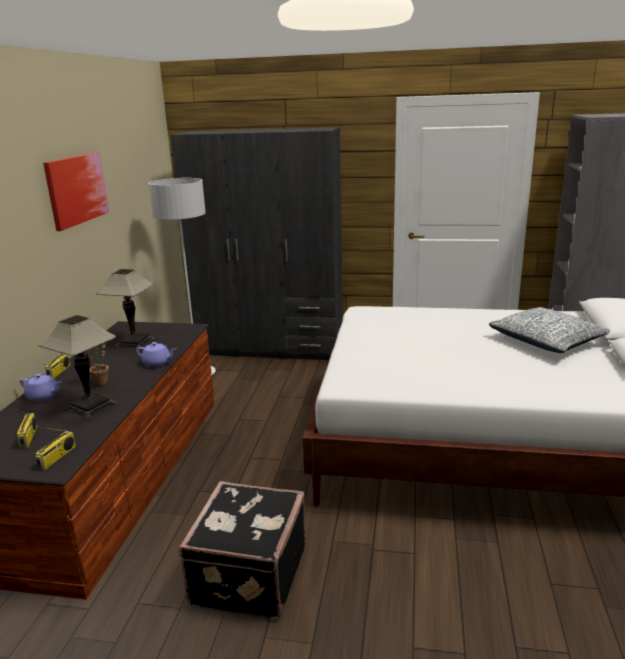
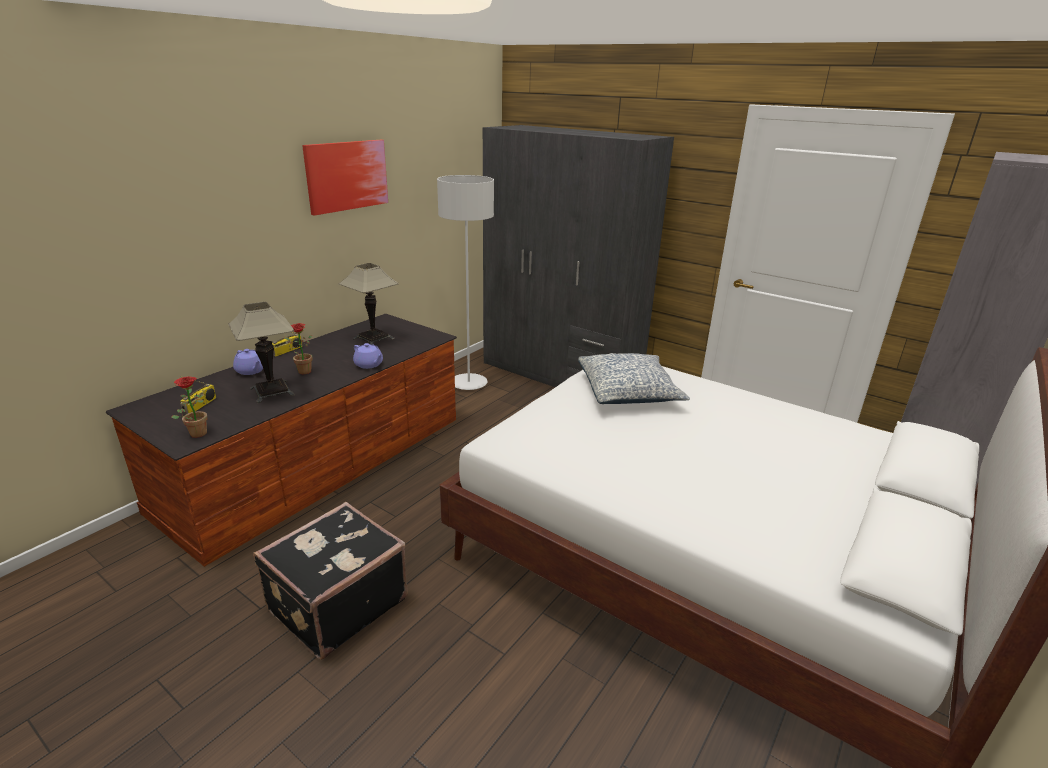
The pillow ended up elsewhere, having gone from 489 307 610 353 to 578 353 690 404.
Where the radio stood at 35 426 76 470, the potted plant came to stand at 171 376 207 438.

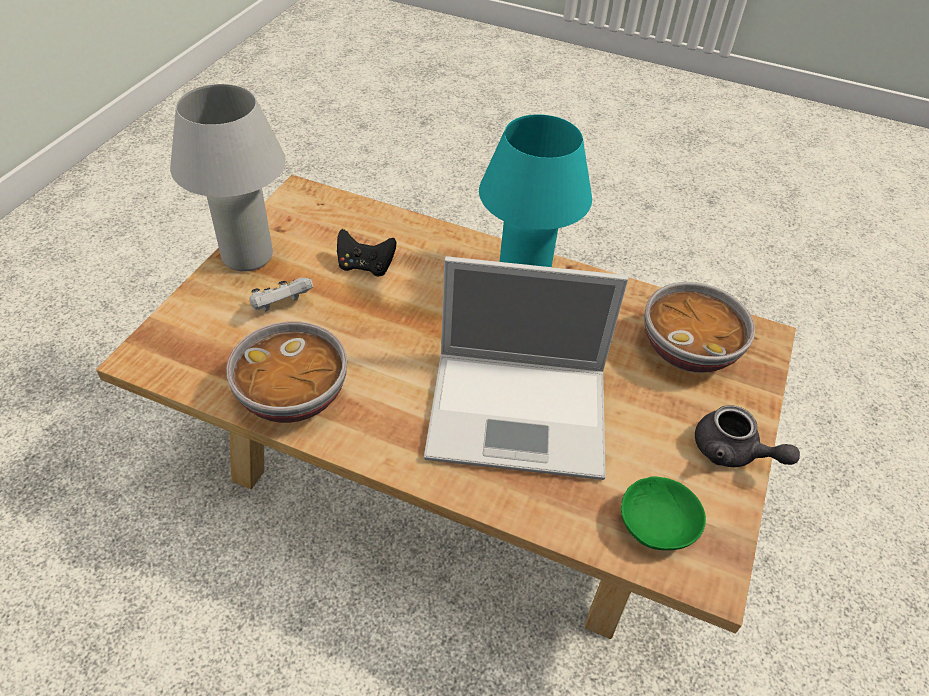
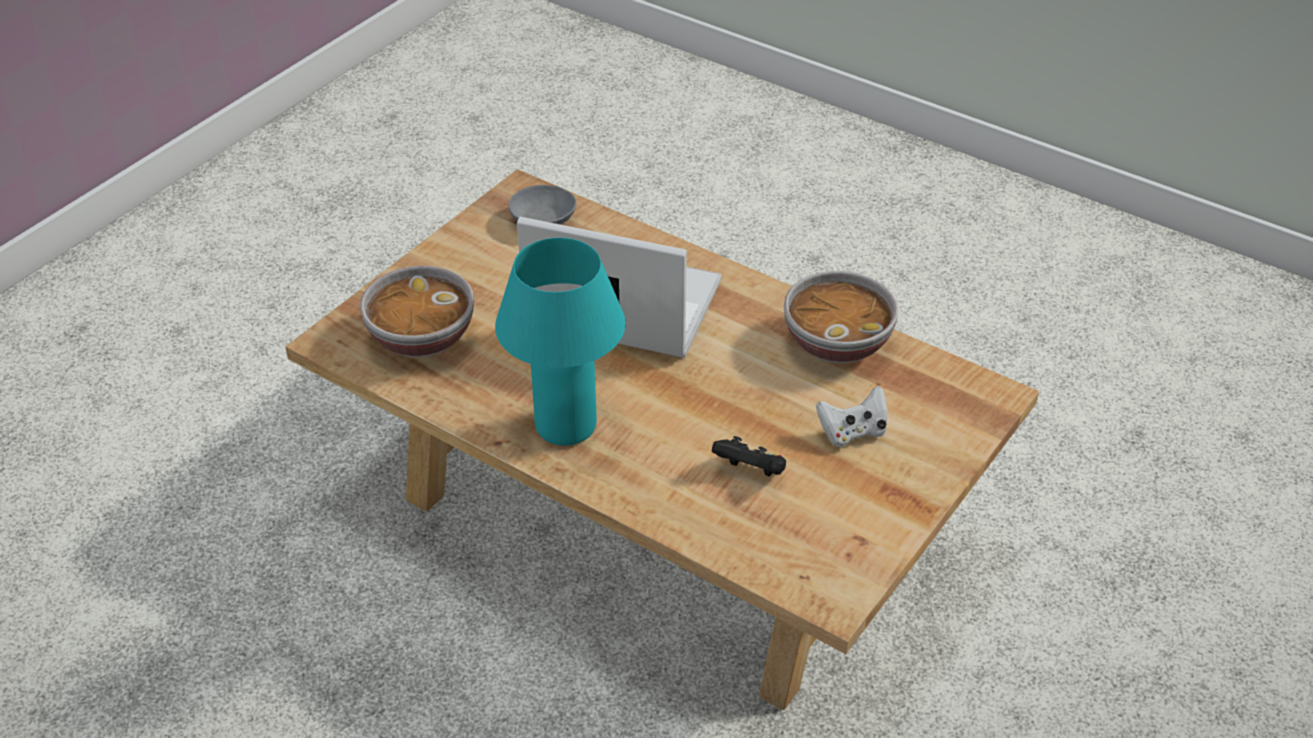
The second view lost the white table lamp at 170 84 286 271.
The second view lost the grey teapot at 695 405 800 467.
What was the green bowl at 621 476 706 550 turned into the grey bowl at 509 185 576 225.

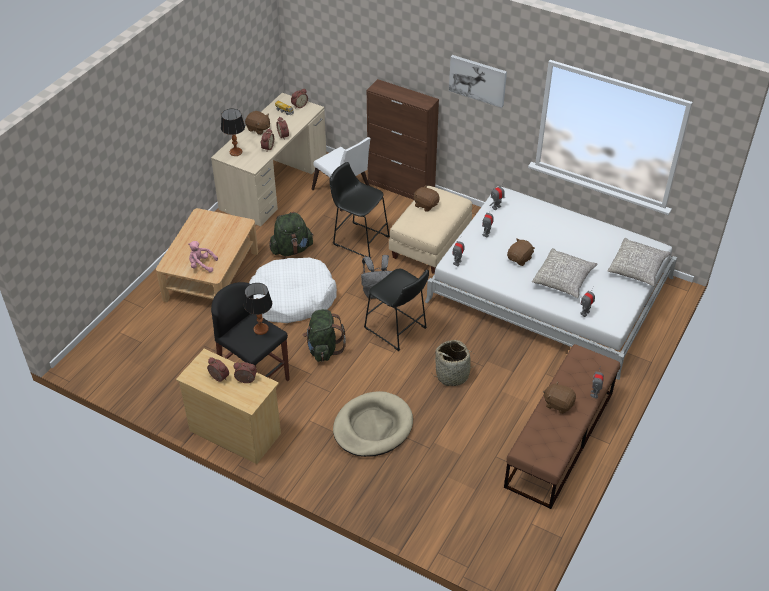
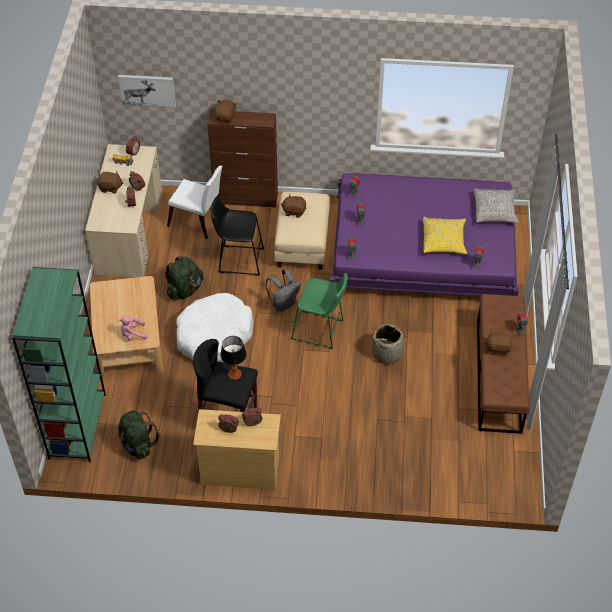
The picture ended up elsewhere, having gone from 449 55 507 108 to 118 75 176 108.
The second view lost the table lamp at 221 109 245 156.
What was the white bed at 425 186 677 380 turned into the purple bed at 330 173 519 296.
The brown plush toy ended up elsewhere, having gone from 507 238 535 266 to 215 100 237 122.
What was the grey pillow at 532 248 598 298 turned into the yellow pillow at 423 217 467 254.
What was the black stool at 364 269 429 351 turned into the green stool at 291 273 348 349.
The green backpack ended up elsewhere, having gone from 303 309 346 362 to 118 411 159 460.
The second view lost the beige dog bed at 333 391 413 457.
The second view gained the green bookcase at 12 267 106 463.

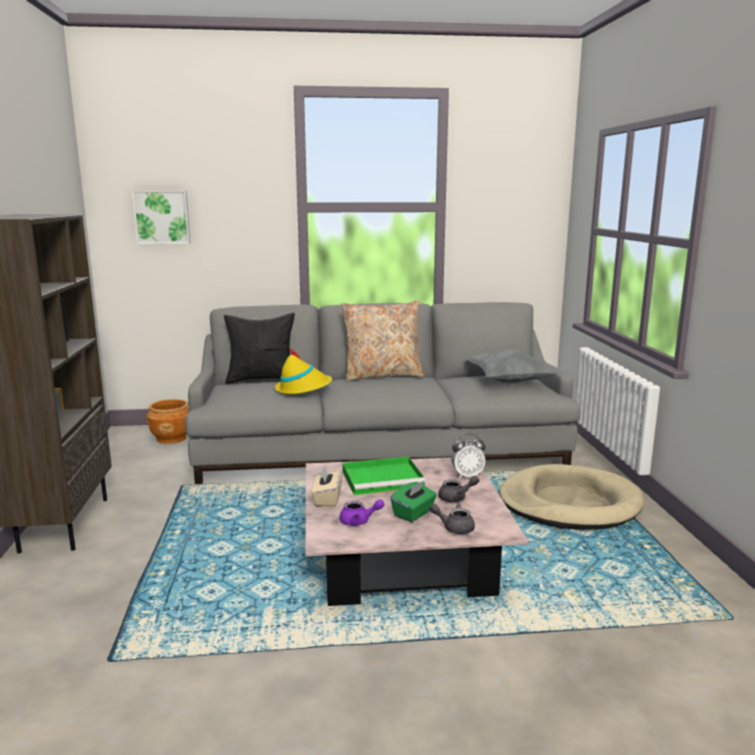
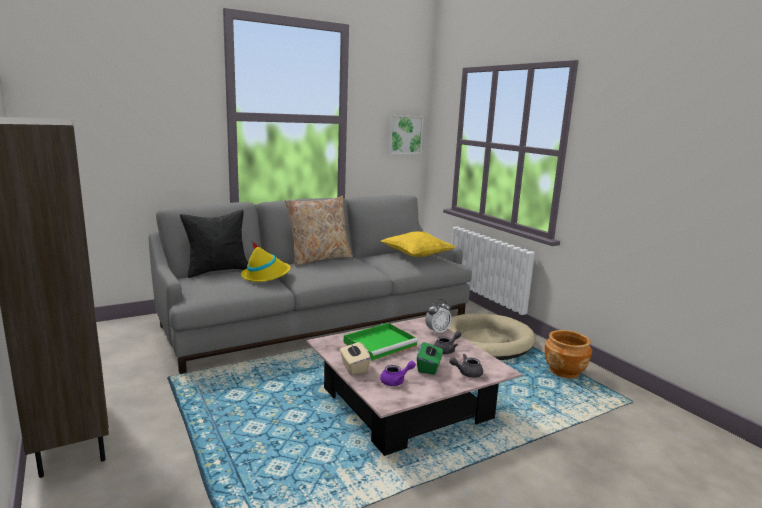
The picture ended up elsewhere, having gone from 132 190 191 244 to 388 115 424 154.
What was the grey pillow at 465 349 557 383 turned into the yellow pillow at 381 231 455 257.
The brown planter ended up elsewhere, having gone from 146 399 189 444 to 545 330 592 378.

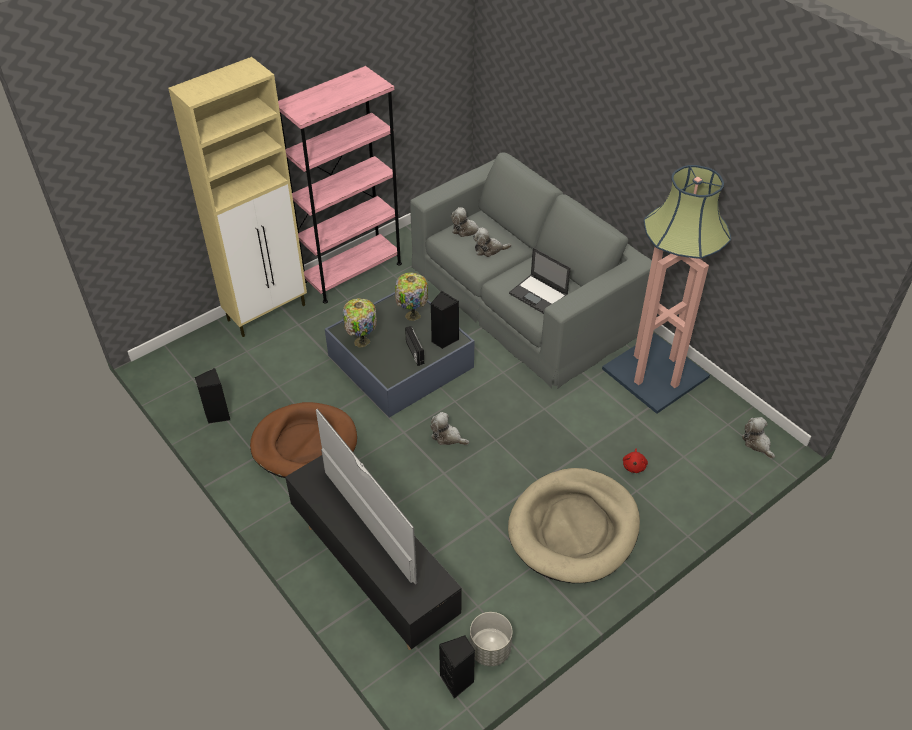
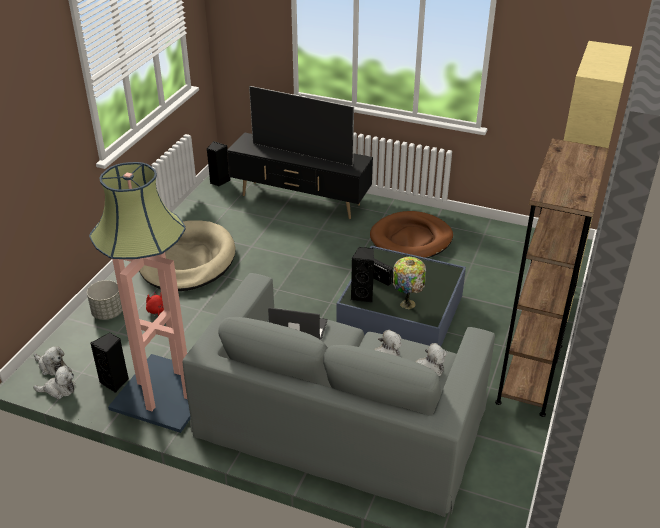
What was the pink bookcase at 278 66 402 304 turned into the brown bookcase at 495 139 609 417.
The second view lost the table lamp at 343 298 377 347.
The black speaker ended up elsewhere, having gone from 195 368 230 424 to 90 333 129 393.
The plush toy ended up elsewhere, having gone from 430 412 469 445 to 33 366 75 399.
The grey planter ended up elsewhere, having gone from 470 612 513 666 to 87 280 122 320.

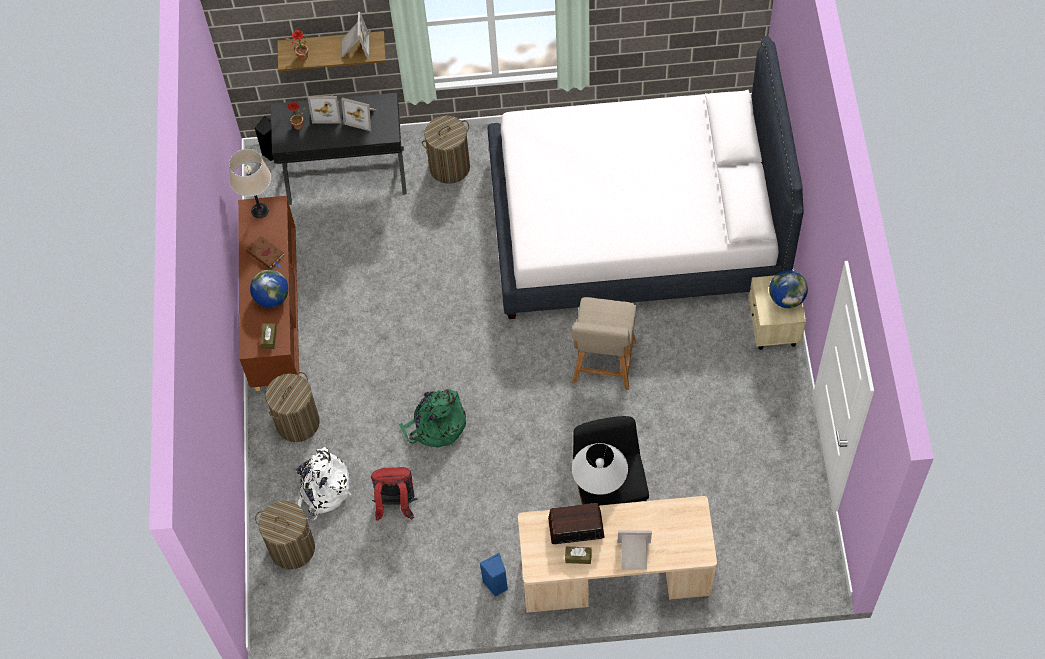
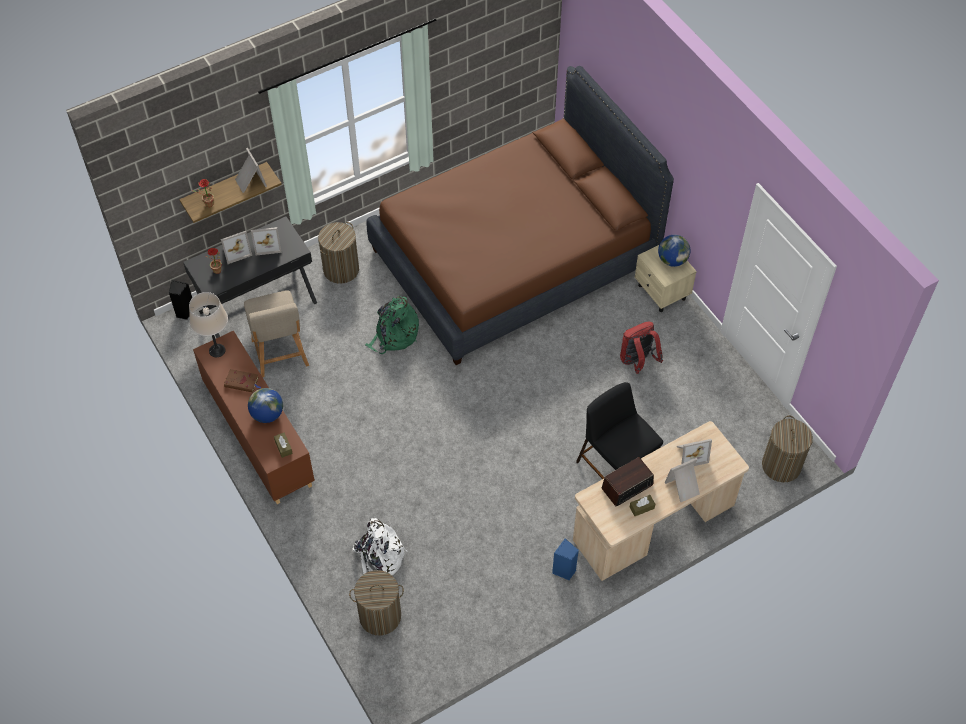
What was the white bed at 487 36 804 319 turned into the brown bed at 366 66 674 365.
The beige chair ended up elsewhere, having gone from 572 297 636 390 to 244 290 309 377.
The laundry basket ended up elsewhere, having gone from 265 372 320 442 to 762 415 813 482.
The green backpack ended up elsewhere, having gone from 399 389 466 448 to 365 296 419 354.
The second view lost the white table lamp at 572 443 628 495.
The red backpack ended up elsewhere, having gone from 371 467 417 521 to 620 322 663 374.
The second view gained the picture frame at 677 439 712 466.

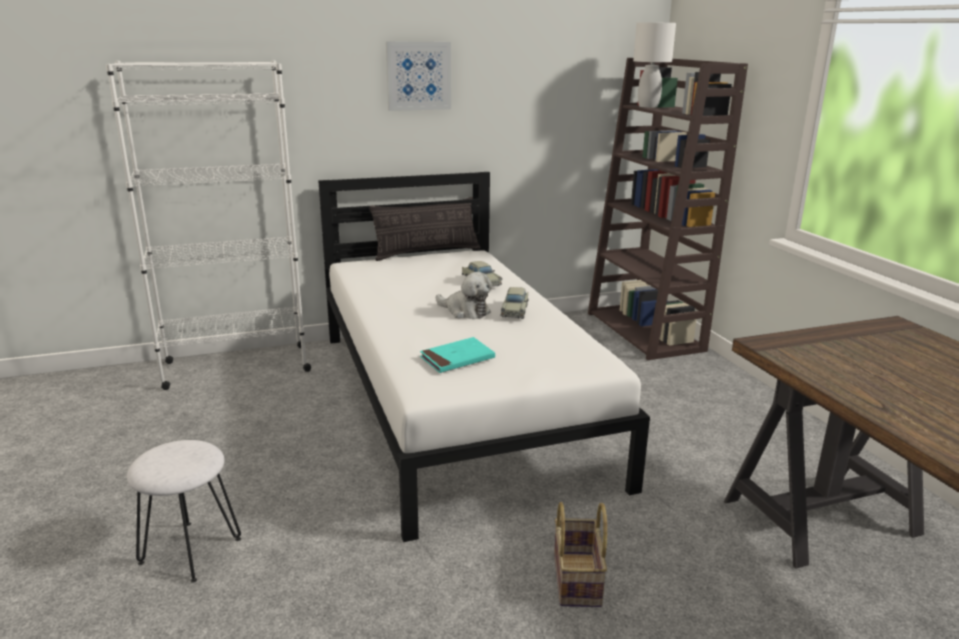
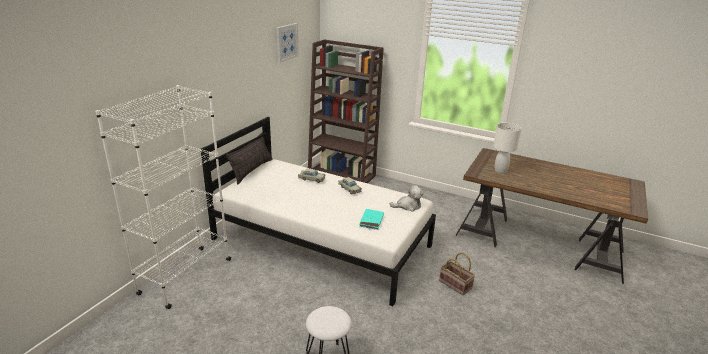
The white table lamp ended up elsewhere, having gone from 633 22 676 108 to 493 123 521 174.
The picture ended up elsewhere, having gone from 386 41 451 111 to 277 23 299 63.
The plush toy ended up elsewhere, having gone from 436 272 492 319 to 390 185 424 212.

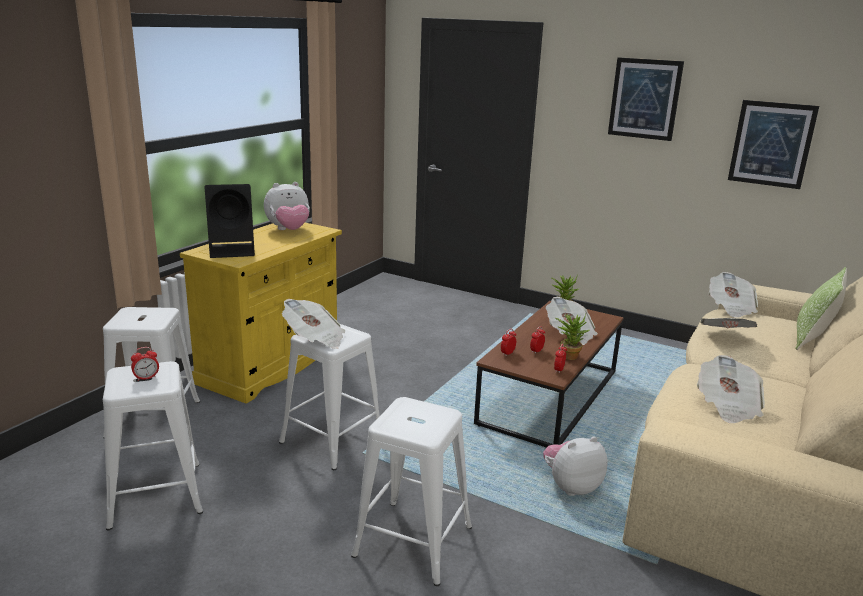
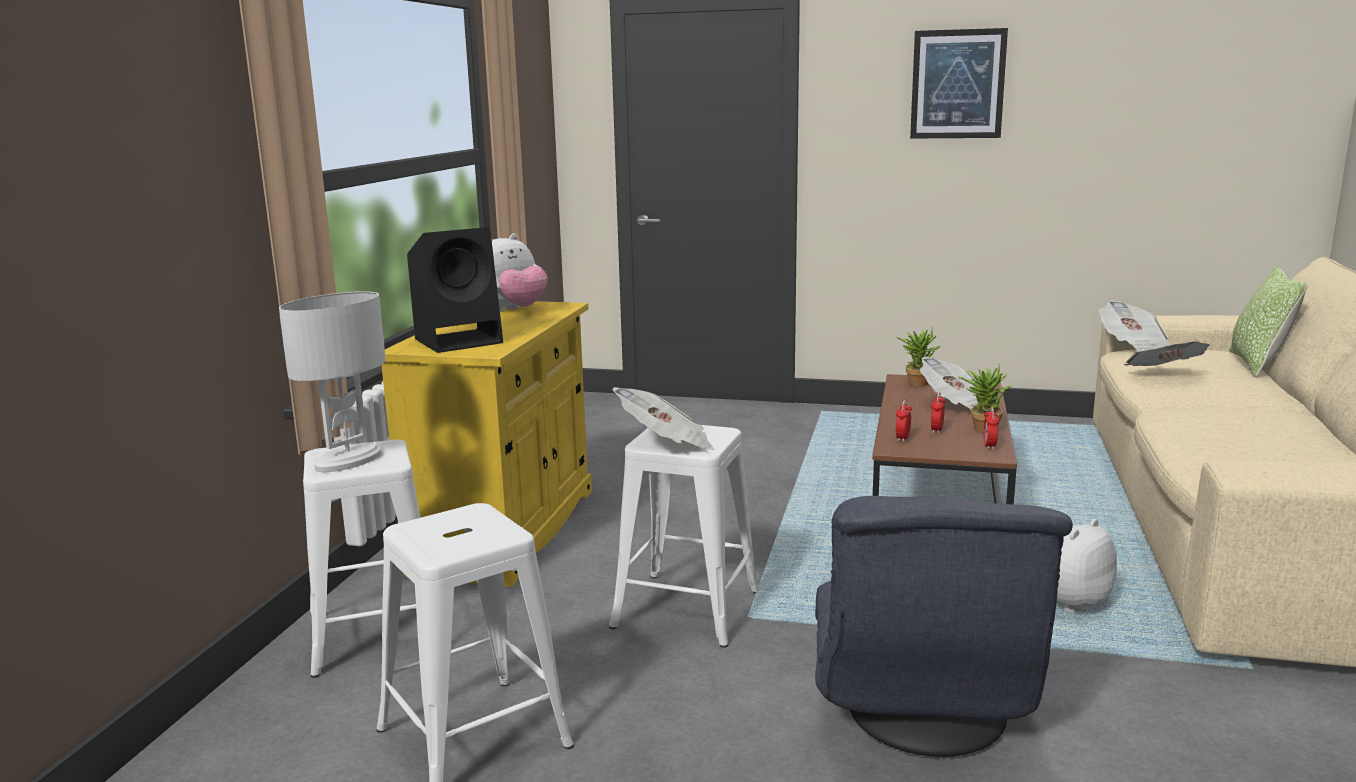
The second view lost the picture at 728 100 819 189.
The second view lost the alarm clock at 131 347 159 381.
The second view lost the newspaper at 697 355 765 423.
Where the white stool stood at 351 397 472 586, the grey armchair came to stand at 815 496 1073 757.
The second view gained the white table lamp at 279 291 386 472.

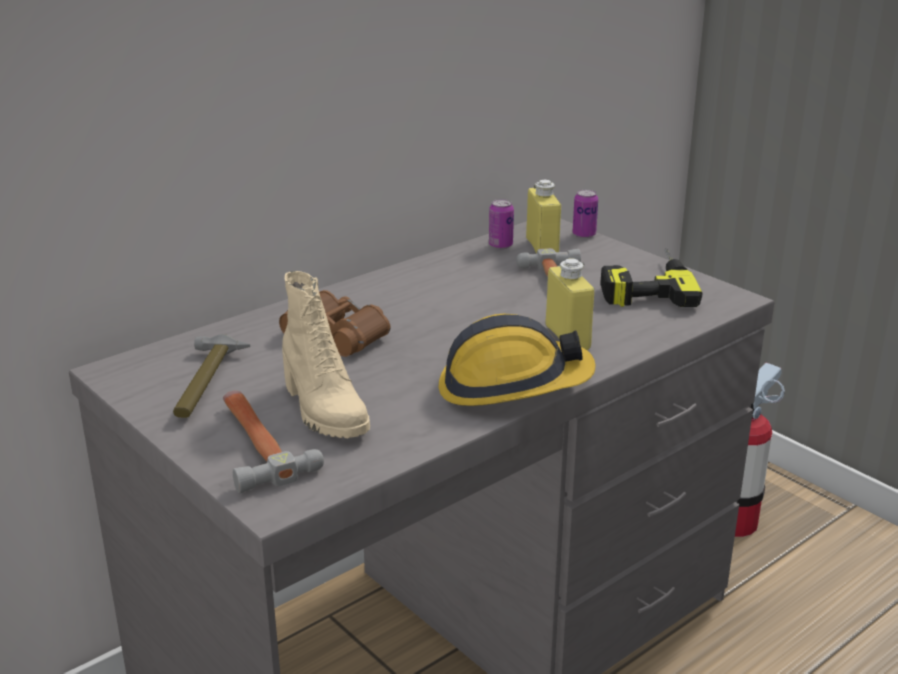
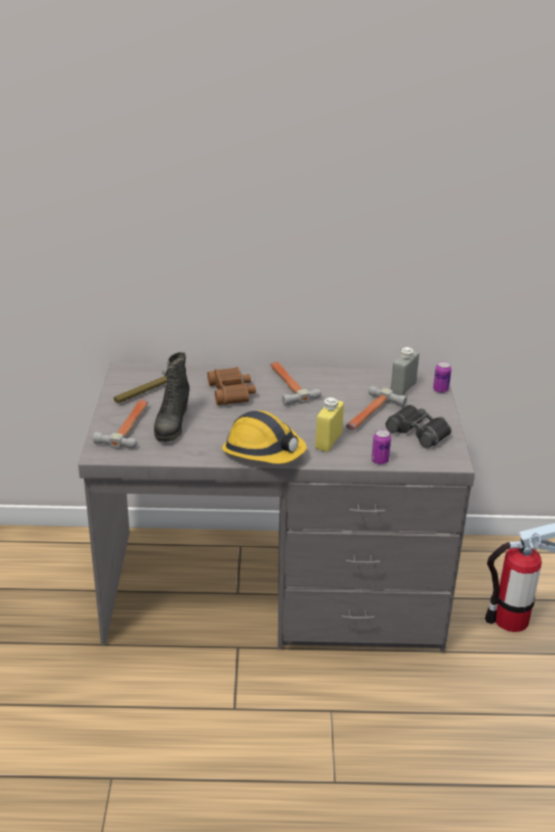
What was the yellow bottle at 526 180 561 254 turned into the grey bottle at 390 347 419 395.
The can ended up elsewhere, having gone from 489 199 514 249 to 371 429 391 465.
Where the power drill stood at 600 249 702 307, the black binoculars came to stand at 386 405 451 448.
What was the beige boot at 282 271 370 438 turned into the black boot at 154 352 190 442.
The second view gained the hammer at 270 361 321 406.

